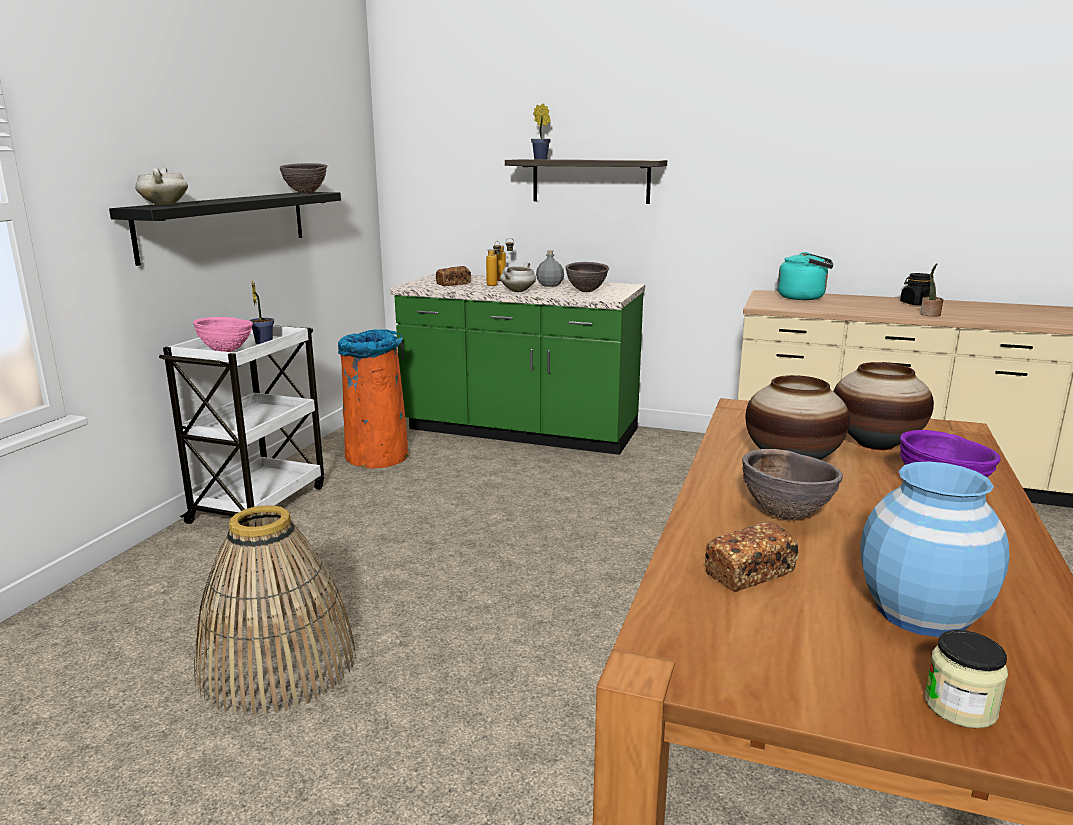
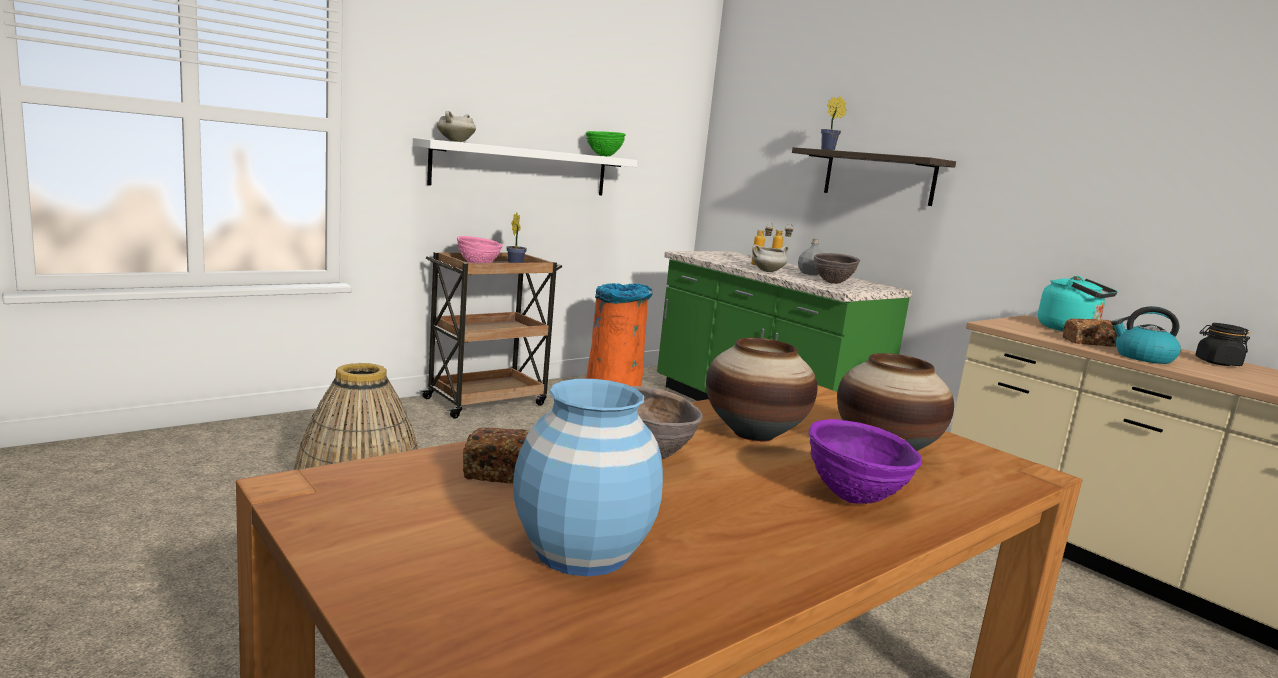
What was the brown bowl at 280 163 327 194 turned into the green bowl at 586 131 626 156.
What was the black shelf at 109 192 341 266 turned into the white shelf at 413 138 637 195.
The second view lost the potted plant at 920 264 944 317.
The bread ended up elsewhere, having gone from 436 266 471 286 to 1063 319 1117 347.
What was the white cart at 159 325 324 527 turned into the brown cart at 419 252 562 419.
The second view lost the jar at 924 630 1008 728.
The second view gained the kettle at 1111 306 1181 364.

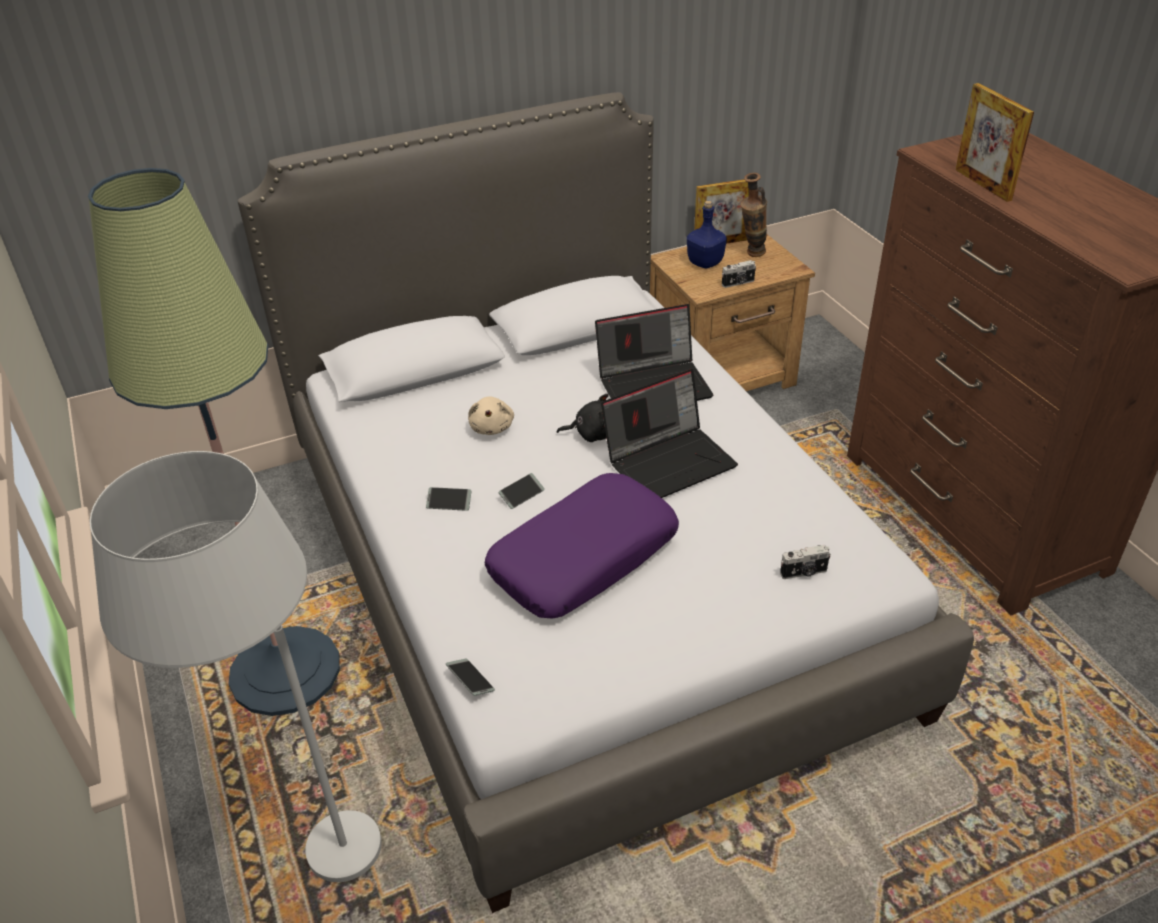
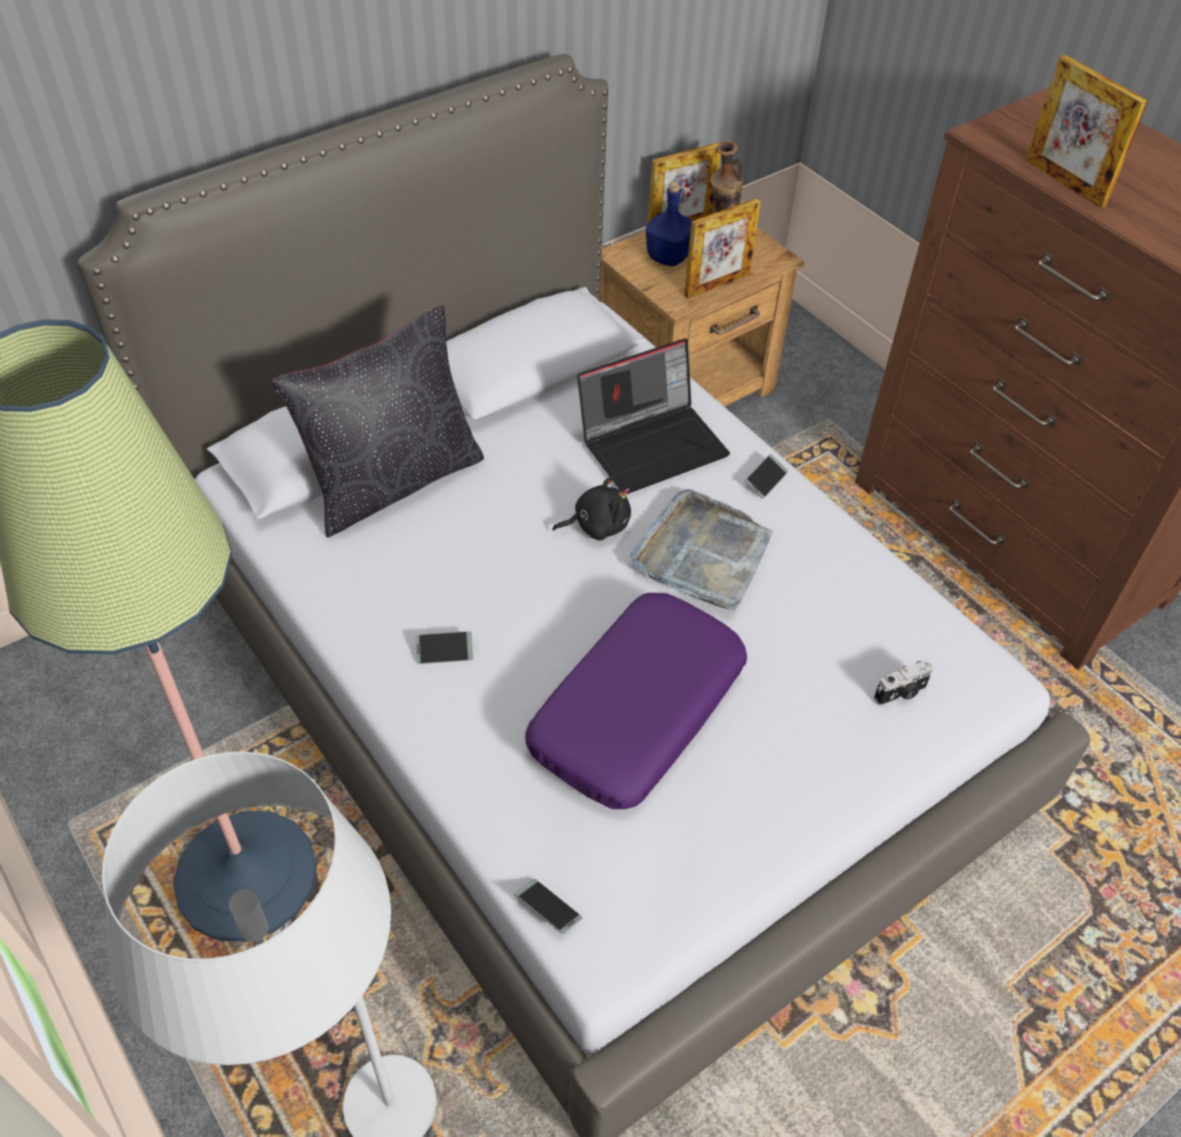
Where the photo camera stood at 722 260 756 288, the picture frame came to stand at 684 198 761 299.
Where the laptop stood at 601 369 738 498, the grey tray came to stand at 630 489 773 611.
The second view lost the beige plush toy at 468 396 514 435.
The phone ended up elsewhere, having gone from 498 473 545 509 to 745 454 788 499.
The second view gained the black pillow at 272 305 484 538.

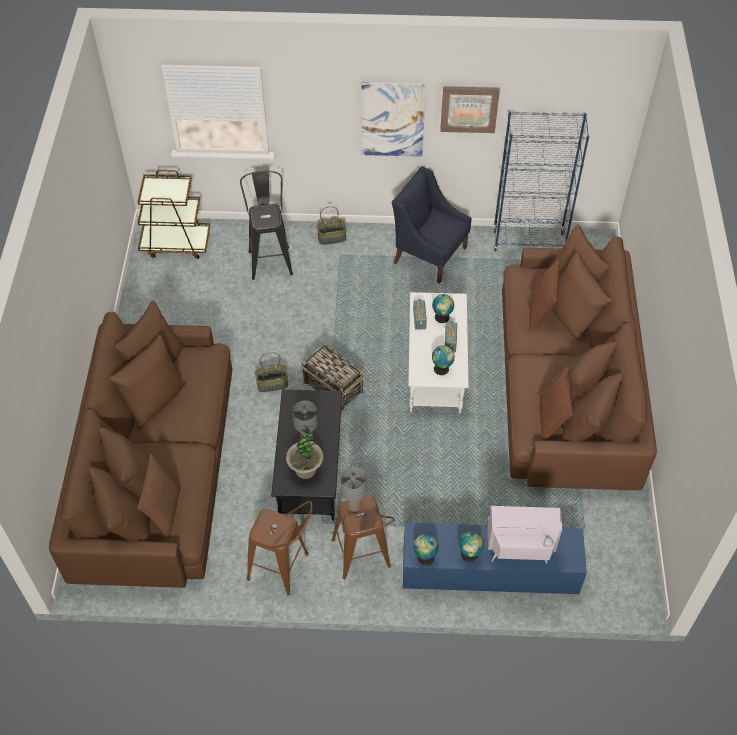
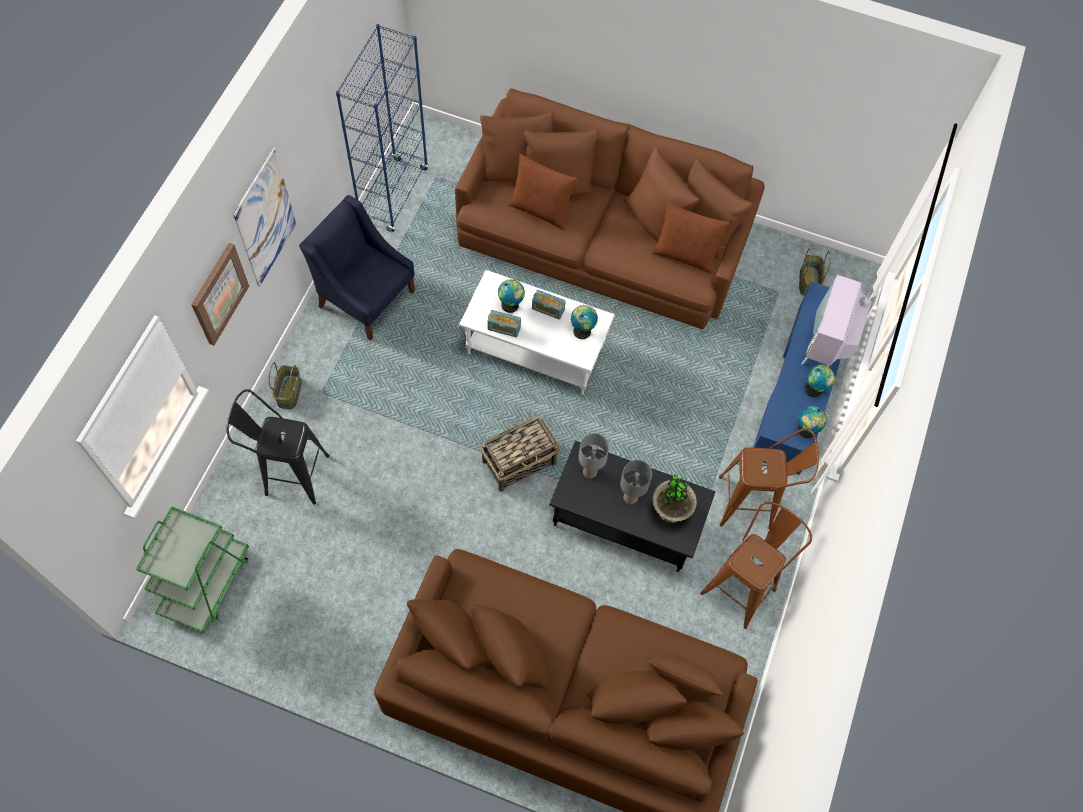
The picture ended up elsewhere, having gone from 440 86 500 133 to 191 243 249 345.
The blue armchair at 392 167 472 284 ended up facing another way, 75 degrees clockwise from before.
What was the brown cart at 138 170 210 259 turned into the green cart at 136 506 249 633.
The basket ended up elsewhere, having gone from 255 352 288 392 to 799 249 831 296.
The grey table lamp ended up elsewhere, having gone from 341 467 367 512 to 578 433 609 478.

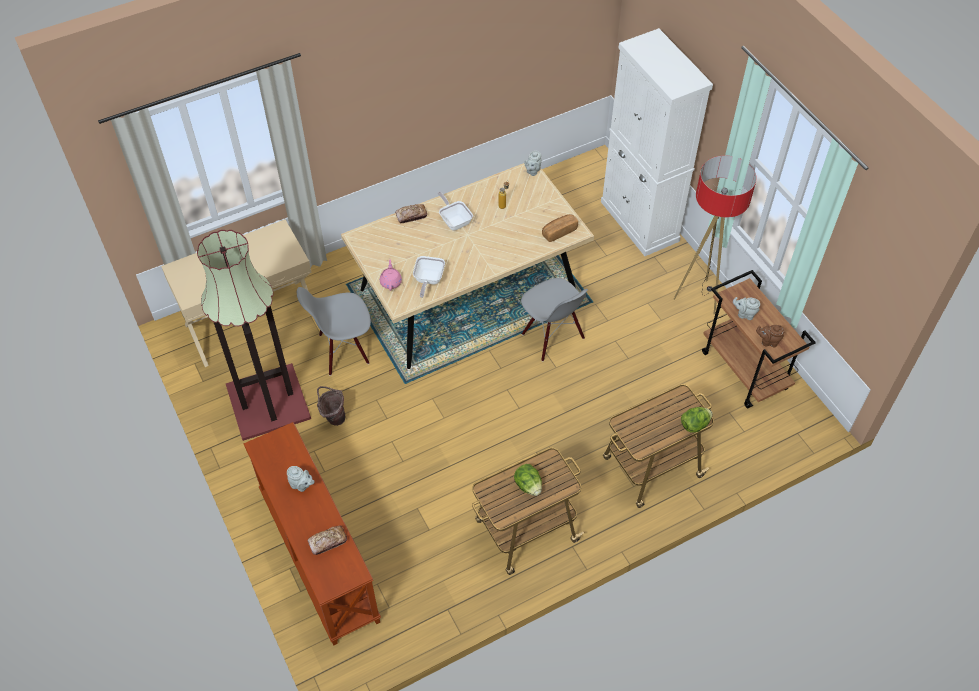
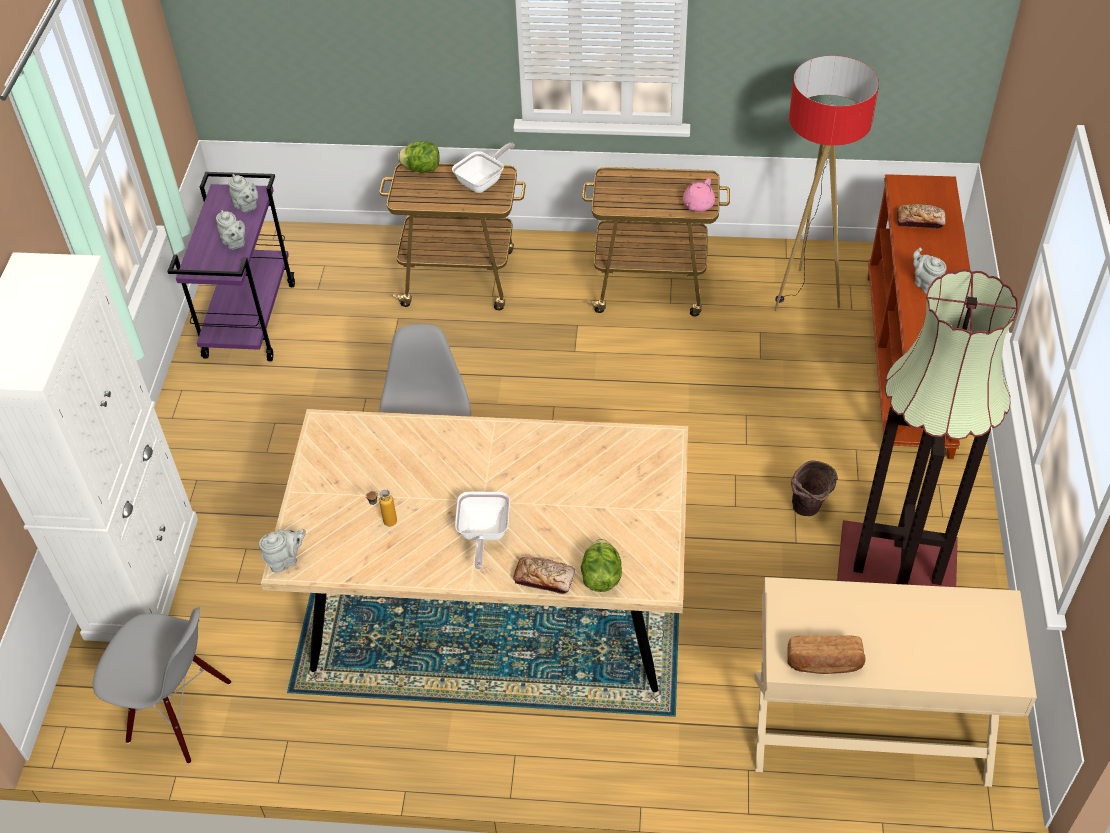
The floor lamp ended up elsewhere, having gone from 674 155 757 314 to 774 56 879 311.
The bread ended up elsewhere, having gone from 542 214 578 242 to 787 635 865 674.
The frying pan ended up elsewhere, having gone from 413 256 445 298 to 452 143 515 193.
The pink teapot ended up elsewhere, having gone from 380 260 402 291 to 683 178 715 212.
What was the brown cart at 702 270 816 408 turned into the purple cart at 167 172 295 361.
The grey chair ended up elsewhere, having gone from 297 287 371 376 to 93 607 231 764.
What was the brown teapot at 756 325 785 347 turned into the grey teapot at 228 174 258 212.
The lettuce ended up elsewhere, having gone from 514 464 542 496 to 581 539 622 592.

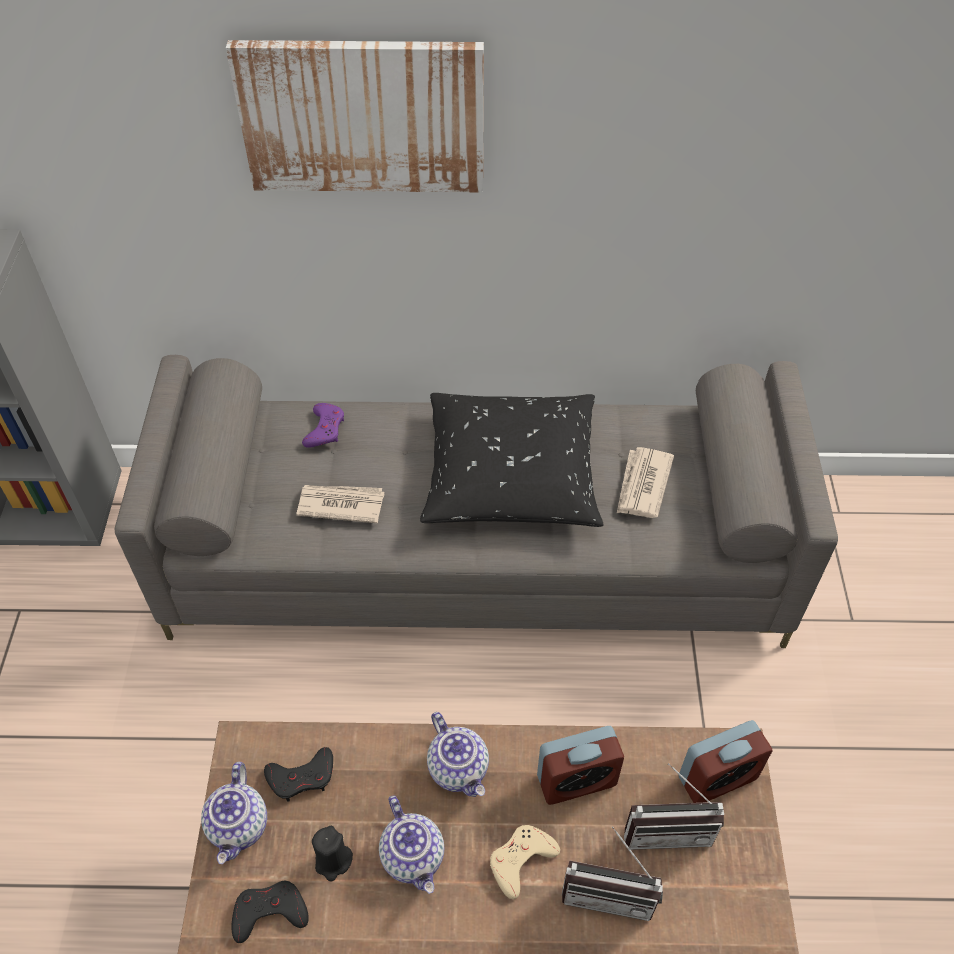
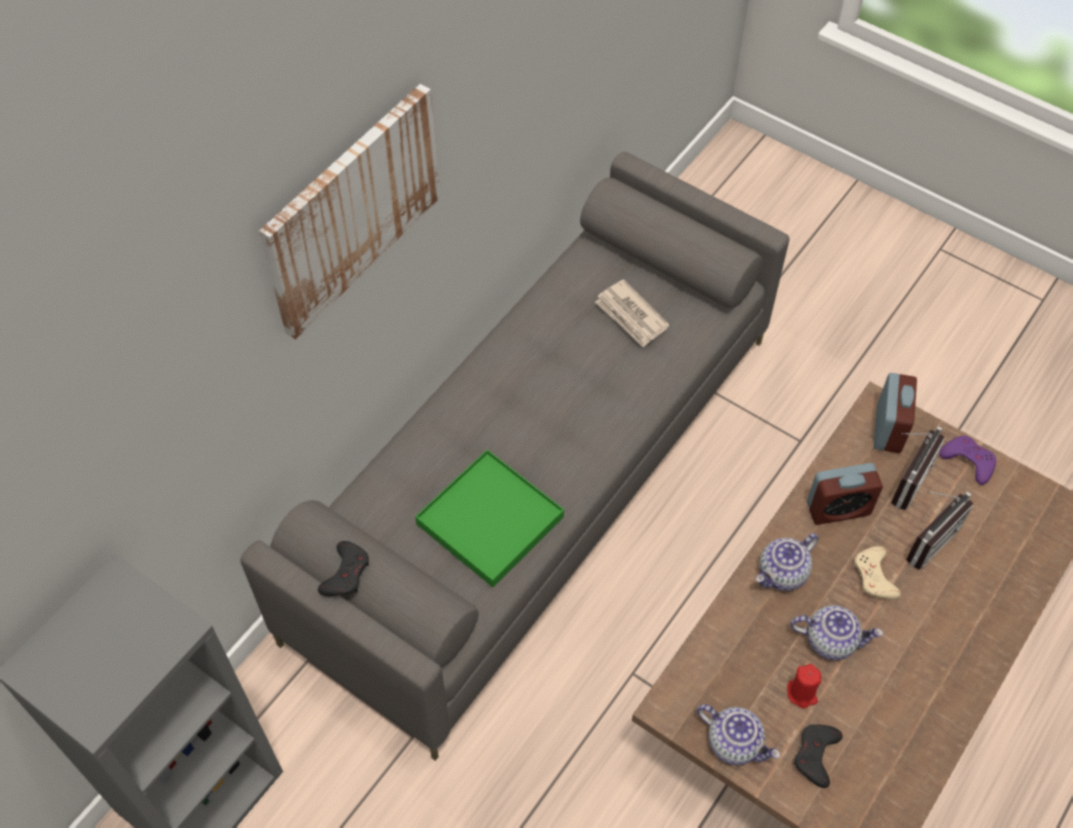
The second view lost the black pillow at 420 393 604 527.
The purple game controller ended up elsewhere, having gone from 302 403 344 448 to 939 436 996 485.
Where the newspaper stood at 296 485 384 524, the green tray came to stand at 415 450 564 587.
The teapot at 427 712 489 797 ended up facing another way, 135 degrees clockwise from before.
The alarm clock at 537 726 624 805 ended up facing another way, 60 degrees clockwise from before.
The black game controller ended up elsewhere, having gone from 264 747 333 802 to 318 541 369 596.
What was the black candle at 312 826 353 882 turned into the red candle at 787 664 821 709.

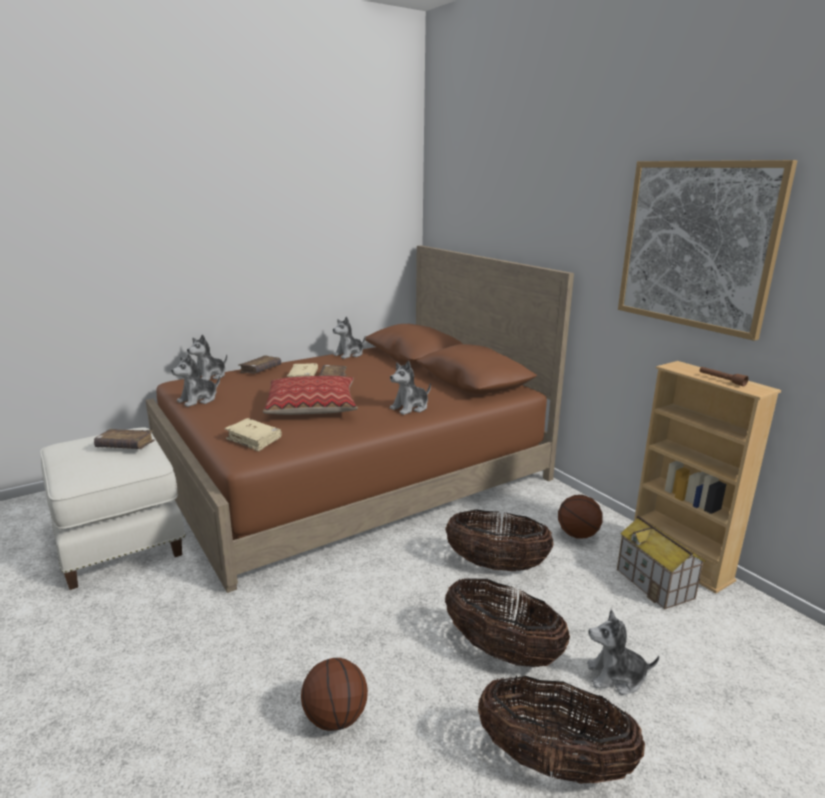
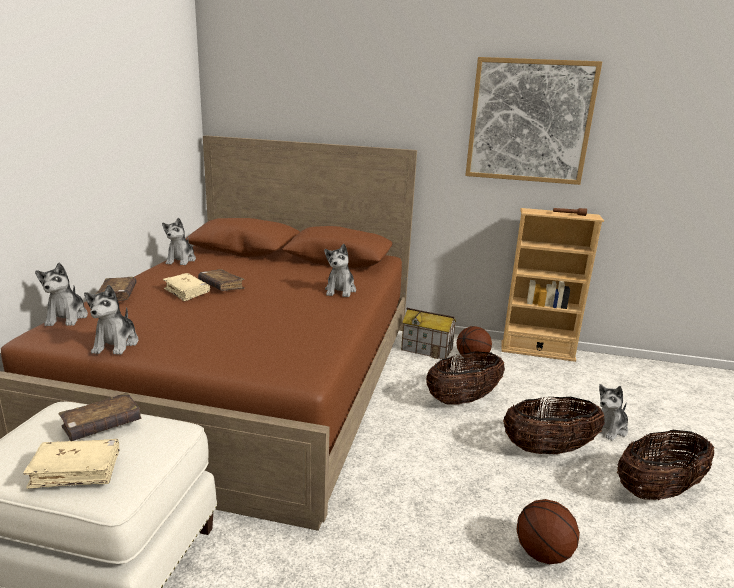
The second view lost the pillow at 263 376 358 415.
The beige book ended up elsewhere, having gone from 225 418 282 451 to 23 439 120 489.
The toy house ended up elsewhere, having gone from 617 515 705 609 to 401 308 456 359.

